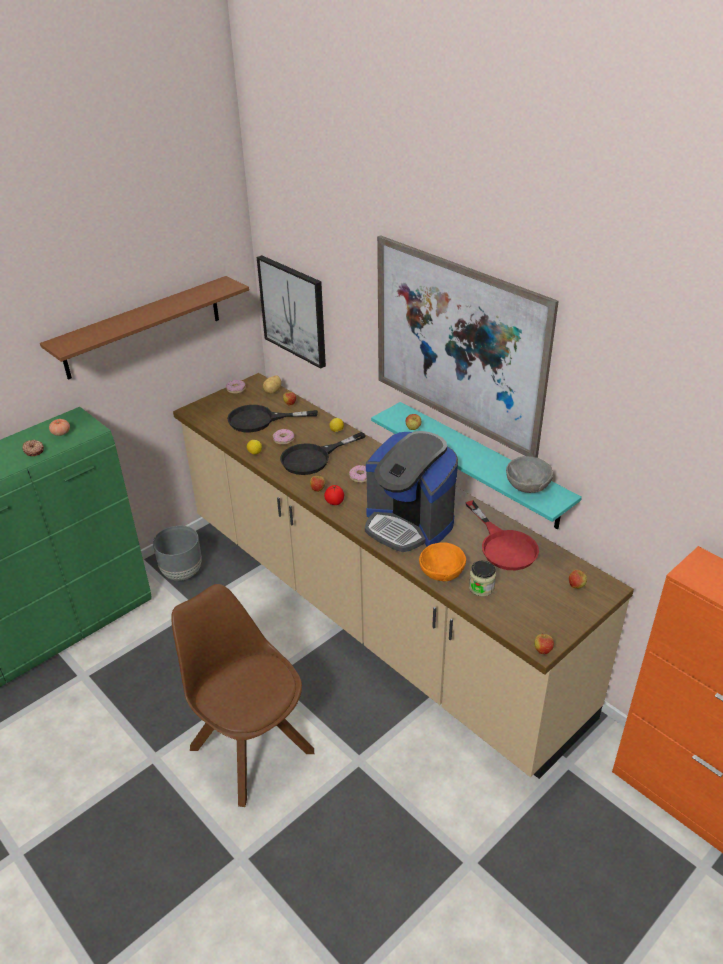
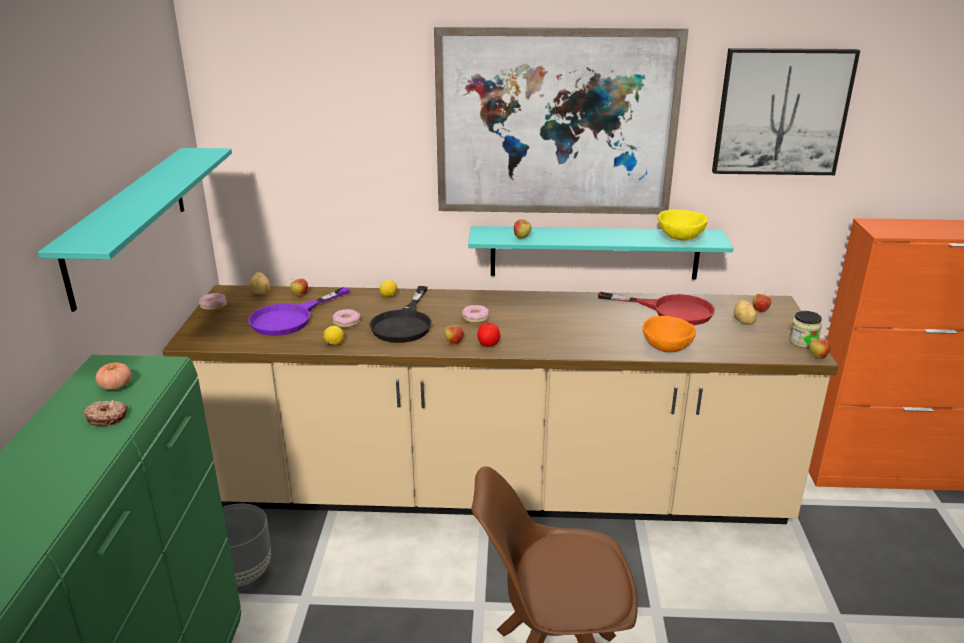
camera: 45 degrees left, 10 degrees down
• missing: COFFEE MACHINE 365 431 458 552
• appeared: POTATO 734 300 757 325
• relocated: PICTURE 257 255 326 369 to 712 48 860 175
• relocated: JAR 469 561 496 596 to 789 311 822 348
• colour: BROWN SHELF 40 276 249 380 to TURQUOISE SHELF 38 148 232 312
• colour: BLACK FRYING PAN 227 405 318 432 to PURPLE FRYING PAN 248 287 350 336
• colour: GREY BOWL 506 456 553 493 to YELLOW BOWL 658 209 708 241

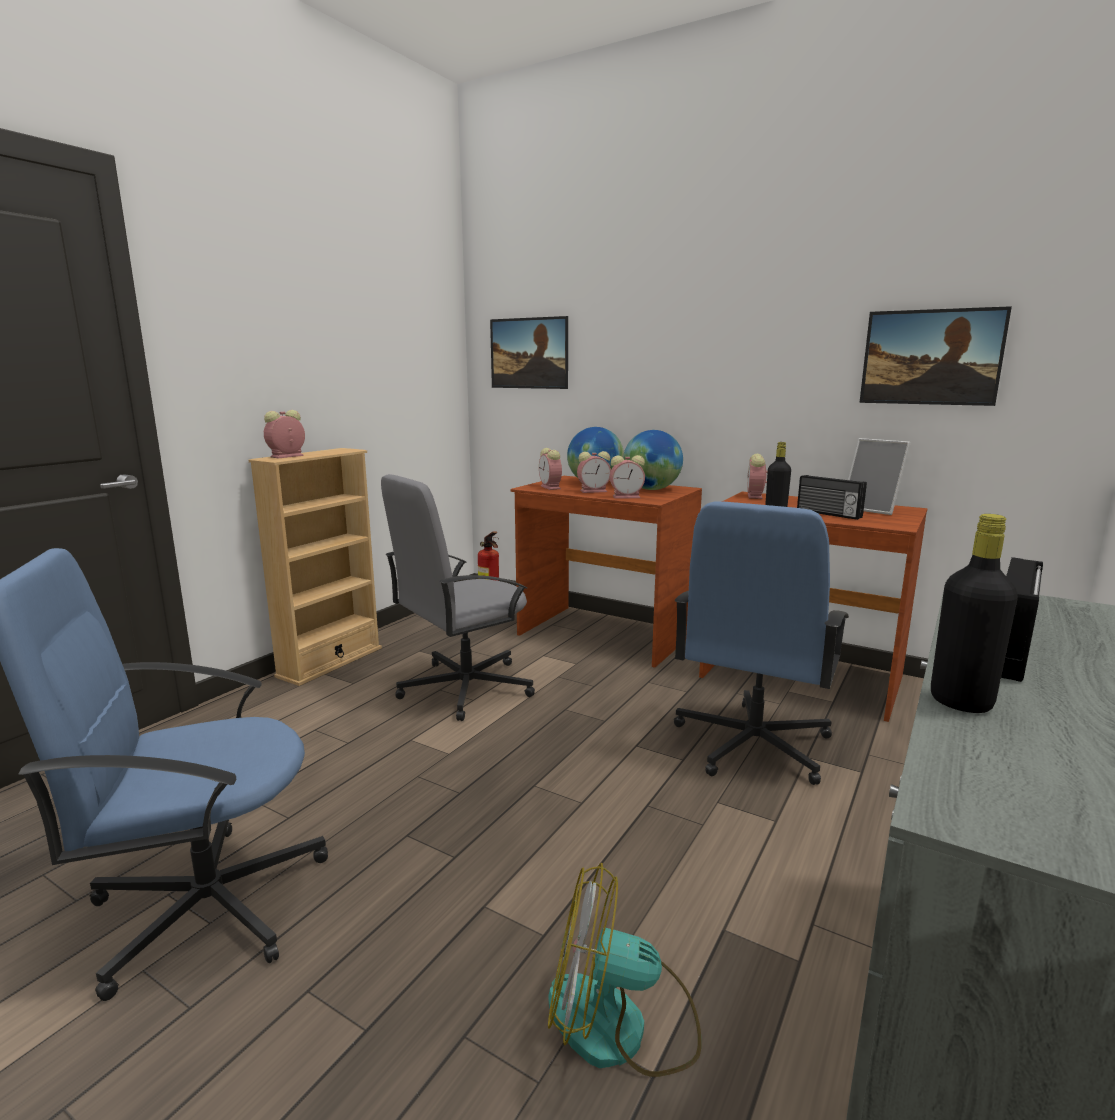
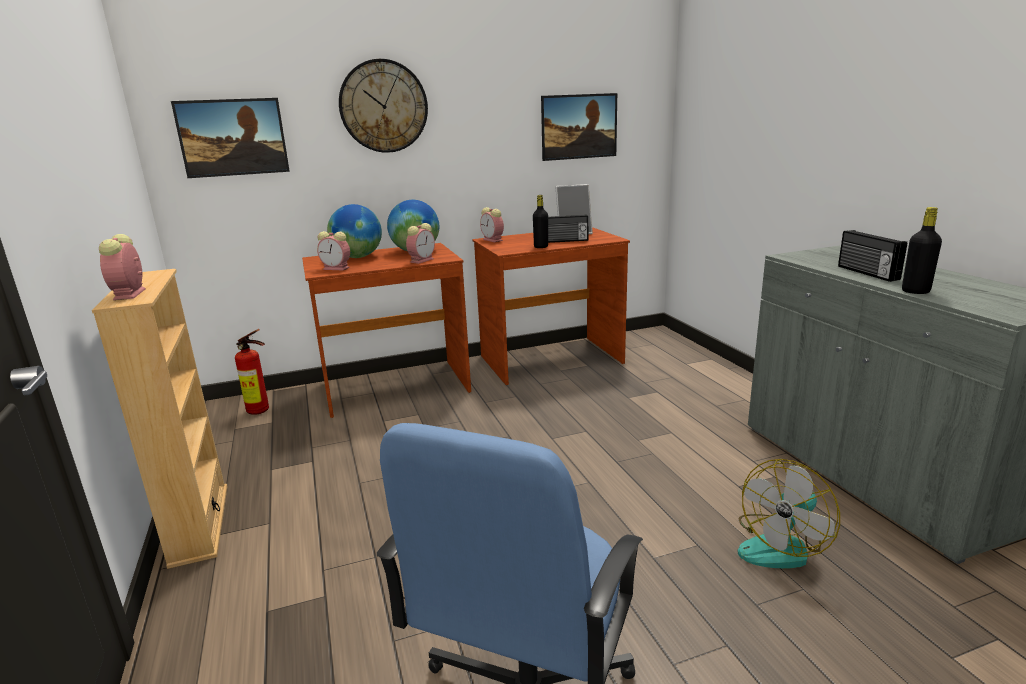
camera: 50 degrees left, 5 degrees up
• missing: GREY OFFICE CHAIR 381 474 535 721
• missing: ALARM CLOCK 577 451 611 493
• missing: BLUE OFFICE CHAIR 674 501 849 785
• appeared: WALL CLOCK 339 59 428 153

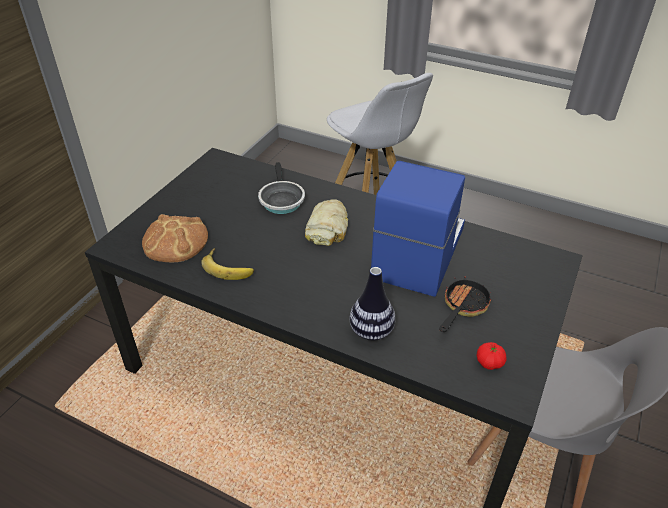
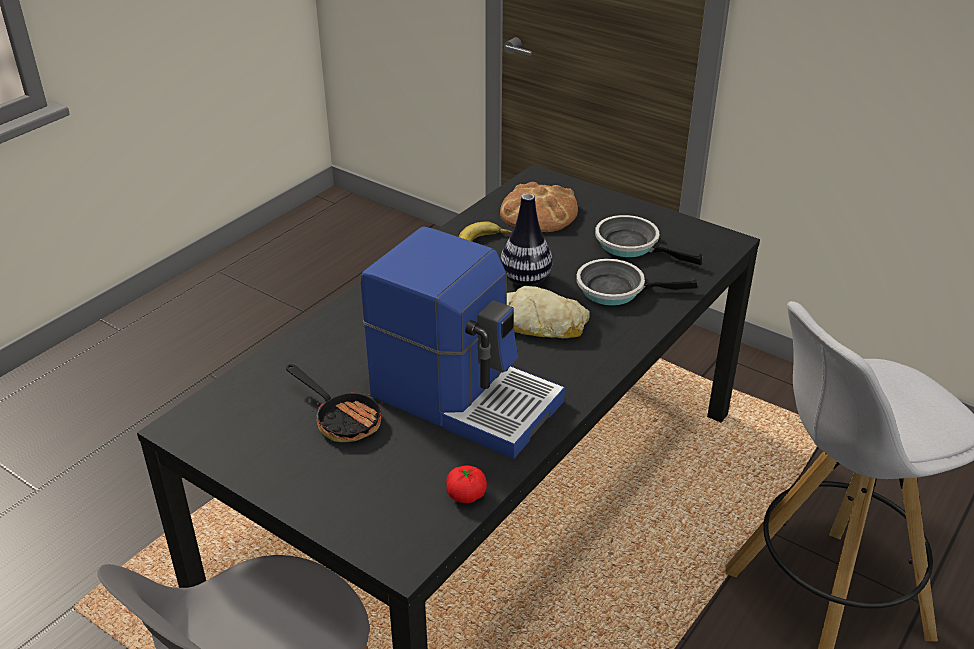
camera: 100 degrees right, 5 degrees down
• appeared: FRYING PAN 595 215 702 265
• relocated: VASE 350 267 395 341 to 500 193 553 286
• relocated: TOMATO 477 342 506 370 to 446 465 487 503

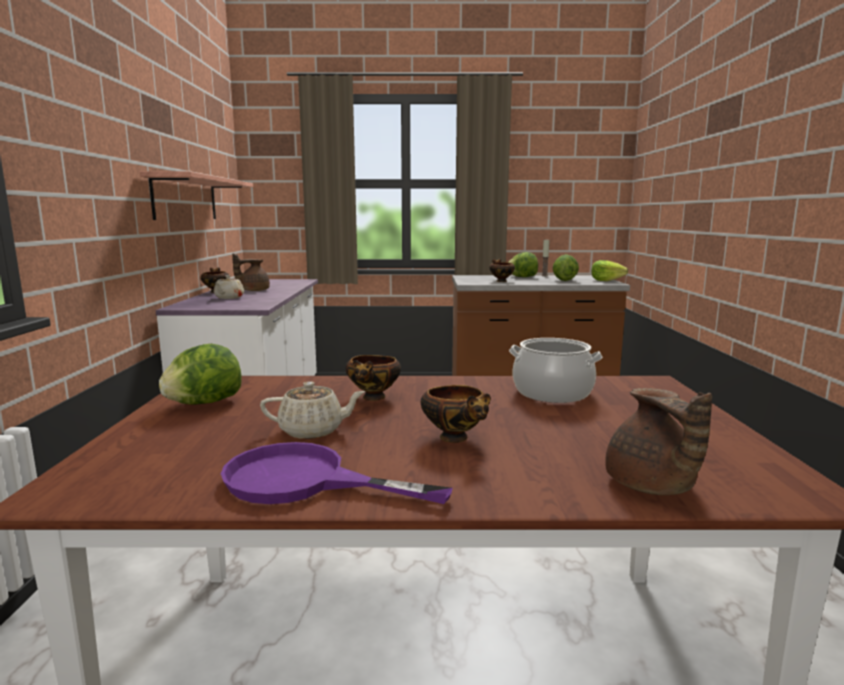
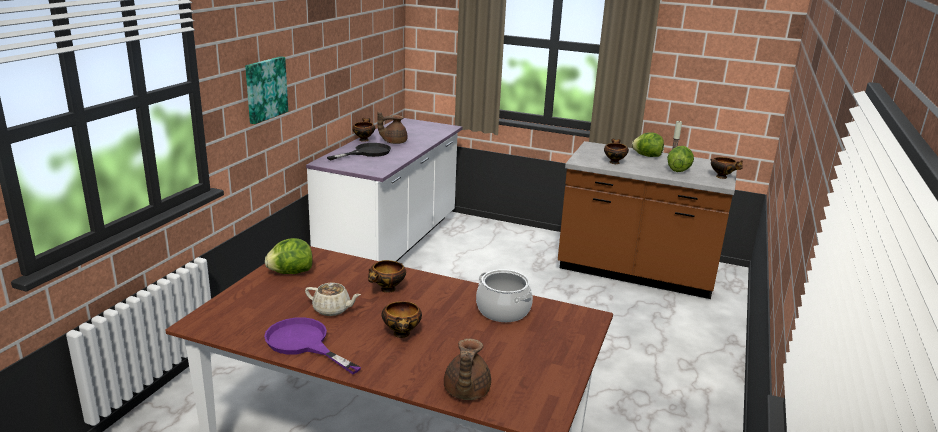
camera: 20 degrees right, 10 degrees up
• missing: SHELF 140 171 253 220
• appeared: PICTURE 245 56 288 124
• exchanged: BEIGE TEAPOT 214 275 244 299 to BLACK FRYING PAN 327 143 391 160
• exchanged: LETTUCE 591 260 628 281 to BOWL 710 157 743 179

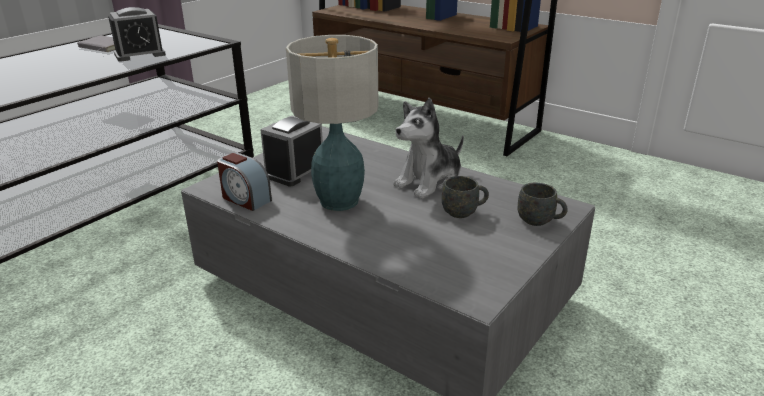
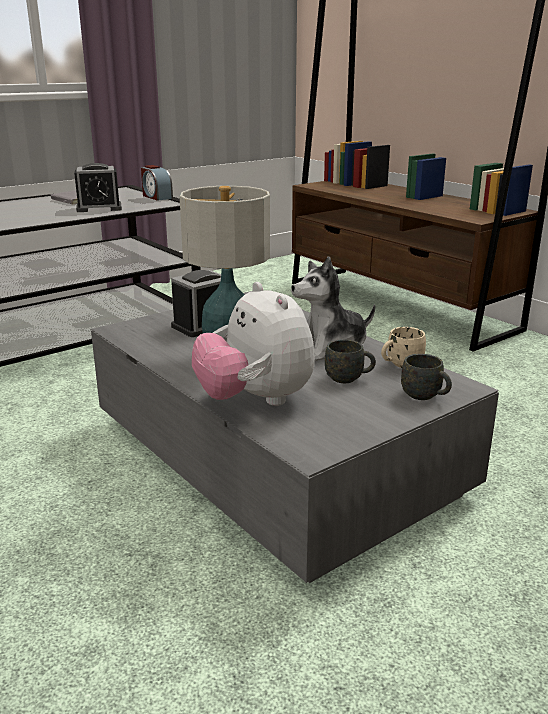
camera: 15 degrees right, 5 degrees down
• appeared: PLUSH TOY 192 282 315 406
• appeared: BEIGE MUG 381 327 426 368
• relocated: ALARM CLOCK 217 153 272 211 to 141 165 173 201

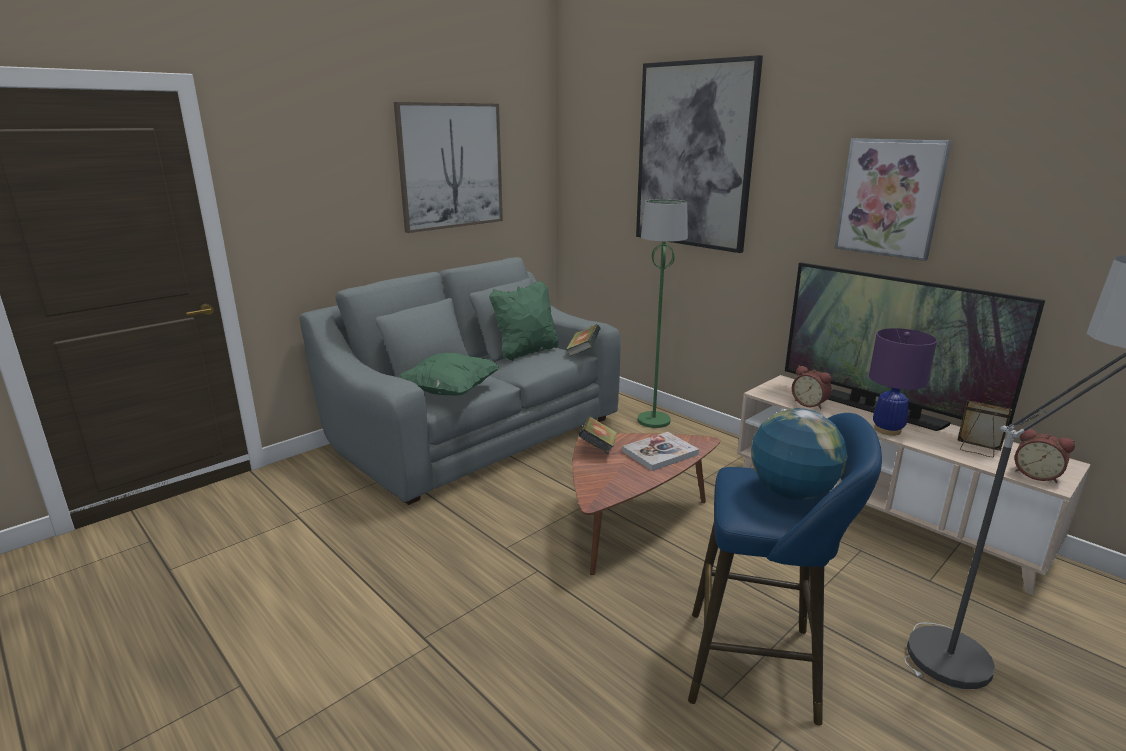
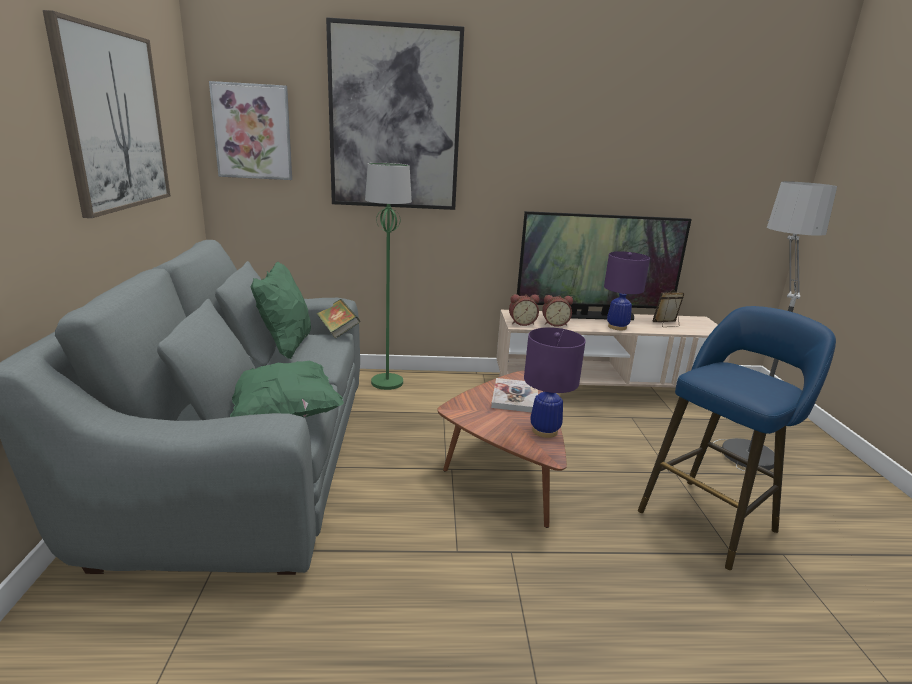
camera: 50 degrees left, 0 degrees up
• missing: BOOK 578 416 617 454
• missing: GLOBE 751 408 847 500
• appeared: PURPLE TABLE LAMP 524 327 586 438
• relocated: PICTURE 835 138 952 261 to 209 81 292 180
• relocated: ALARM CLOCK 1015 429 1075 483 to 509 294 539 326

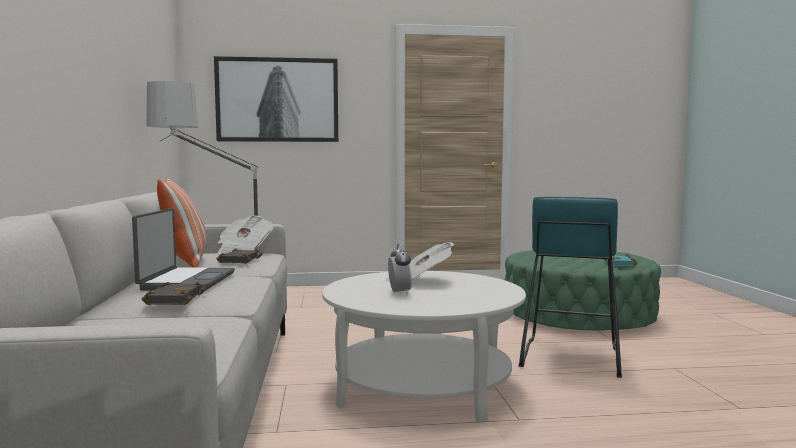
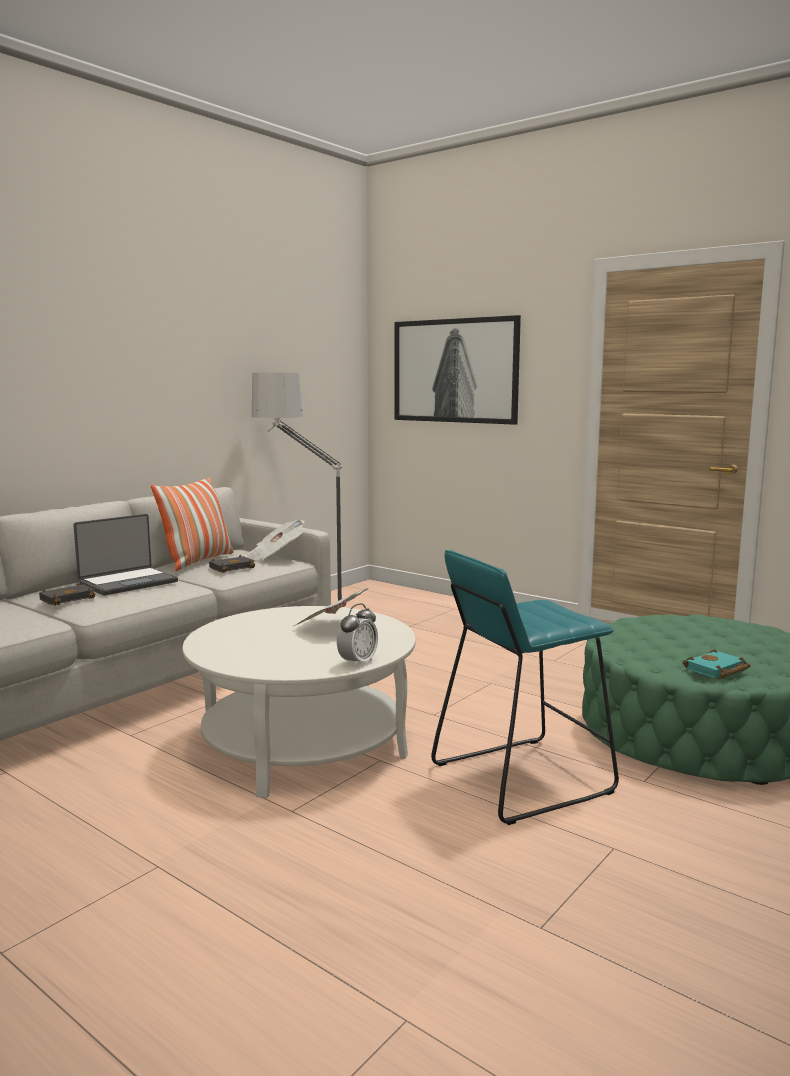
camera: 45 degrees right, 5 degrees up
• relocated: ALARM CLOCK 388 244 412 295 to 337 603 378 668

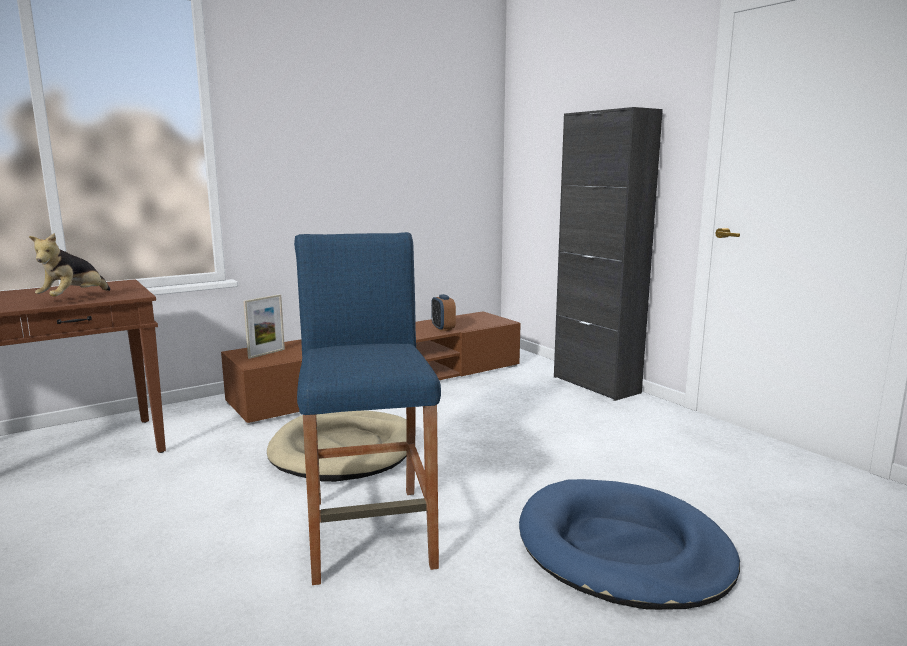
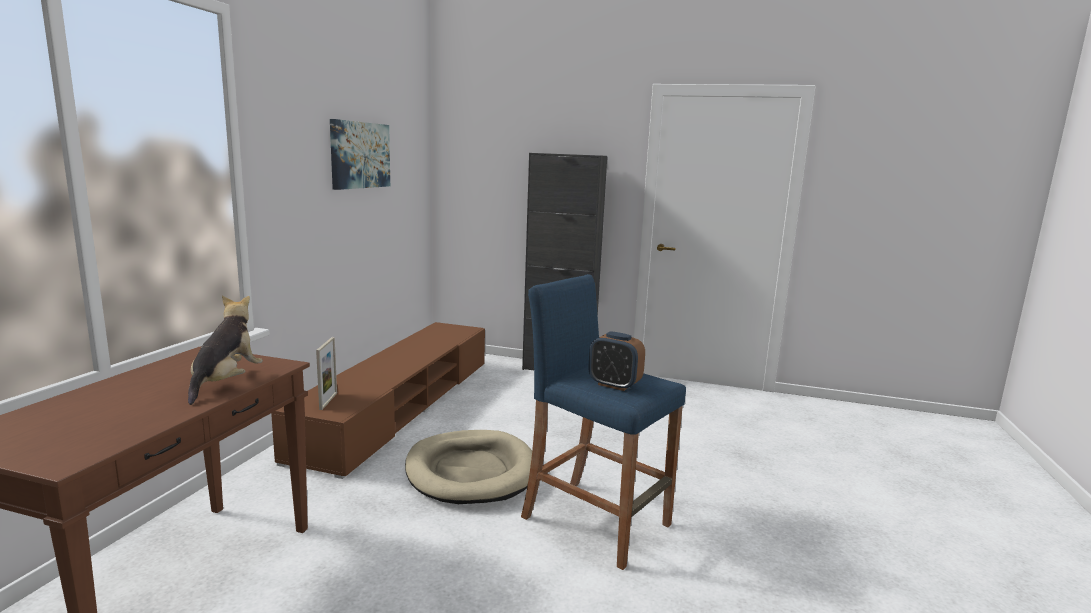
camera: 40 degrees left, 0 degrees up
• missing: BLUE DOG BED 519 479 740 610
• appeared: PICTURE 330 119 390 190
• relocated: ALARM CLOCK 431 294 456 331 to 588 331 645 391
• spun: PLUSH TOY 29 233 110 297 = 188 295 263 405 150 degrees counterclockwise

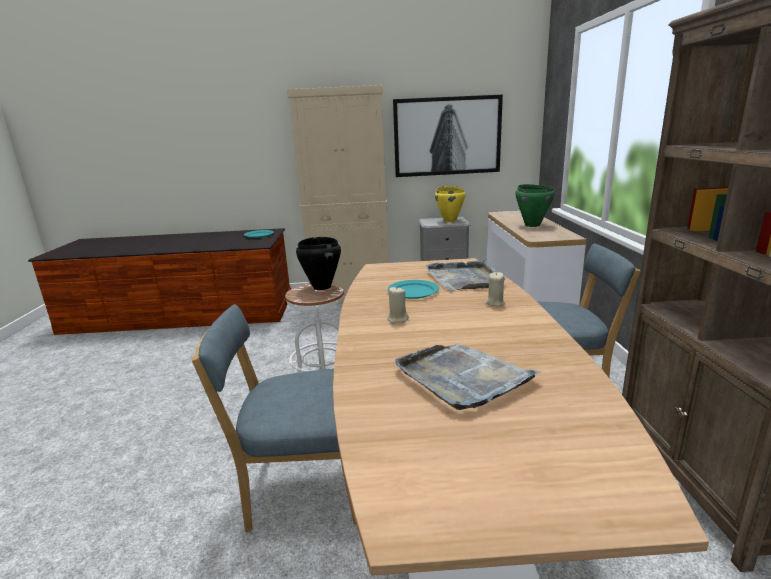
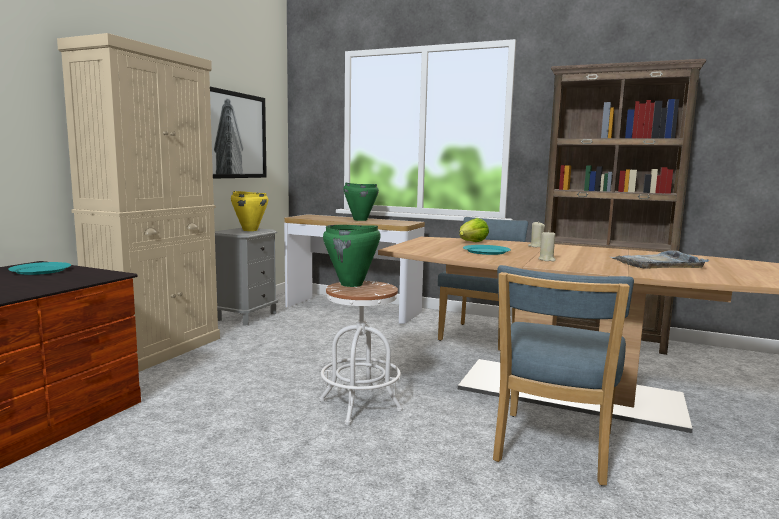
camera: 65 degrees left, 10 degrees down
• exchanged: GREY TRAY 426 260 505 290 to LETTUCE 459 218 489 242
• colour: BLACK COOKING POT 296 237 341 290 to GREEN COOKING POT 323 225 381 287

